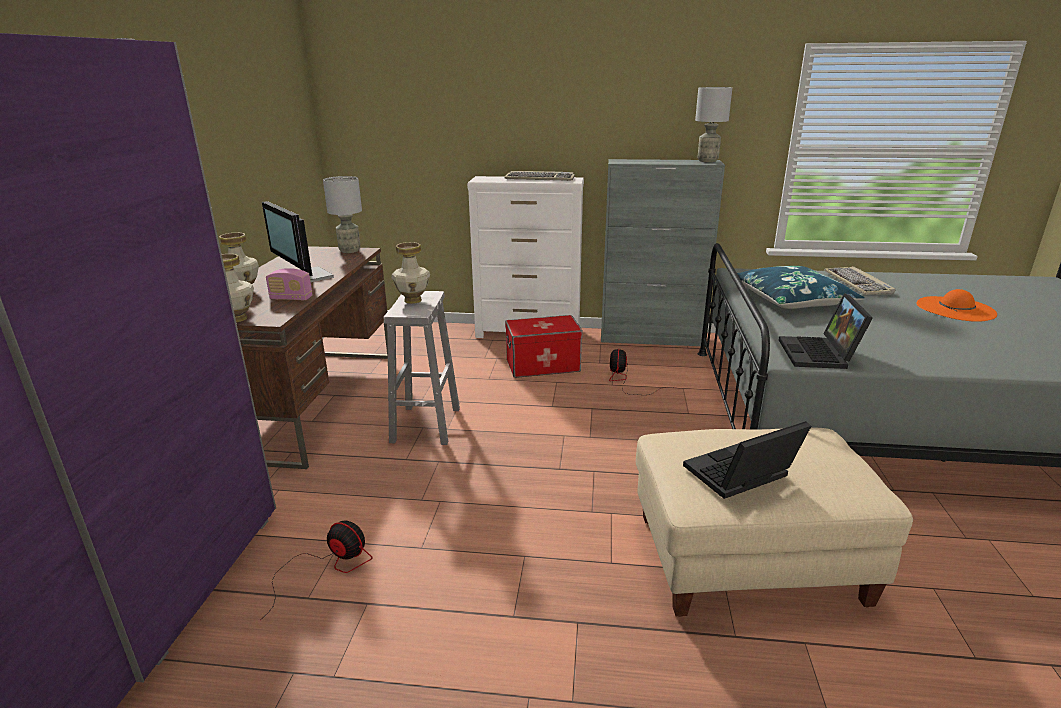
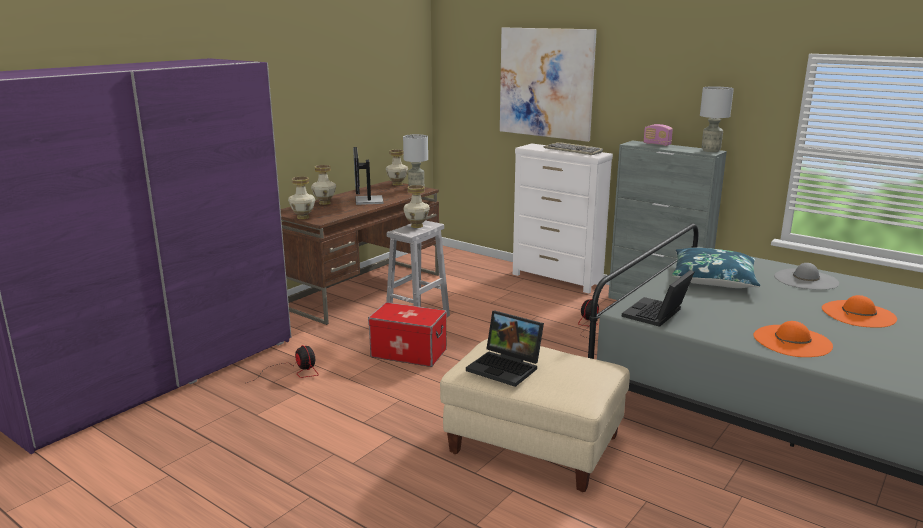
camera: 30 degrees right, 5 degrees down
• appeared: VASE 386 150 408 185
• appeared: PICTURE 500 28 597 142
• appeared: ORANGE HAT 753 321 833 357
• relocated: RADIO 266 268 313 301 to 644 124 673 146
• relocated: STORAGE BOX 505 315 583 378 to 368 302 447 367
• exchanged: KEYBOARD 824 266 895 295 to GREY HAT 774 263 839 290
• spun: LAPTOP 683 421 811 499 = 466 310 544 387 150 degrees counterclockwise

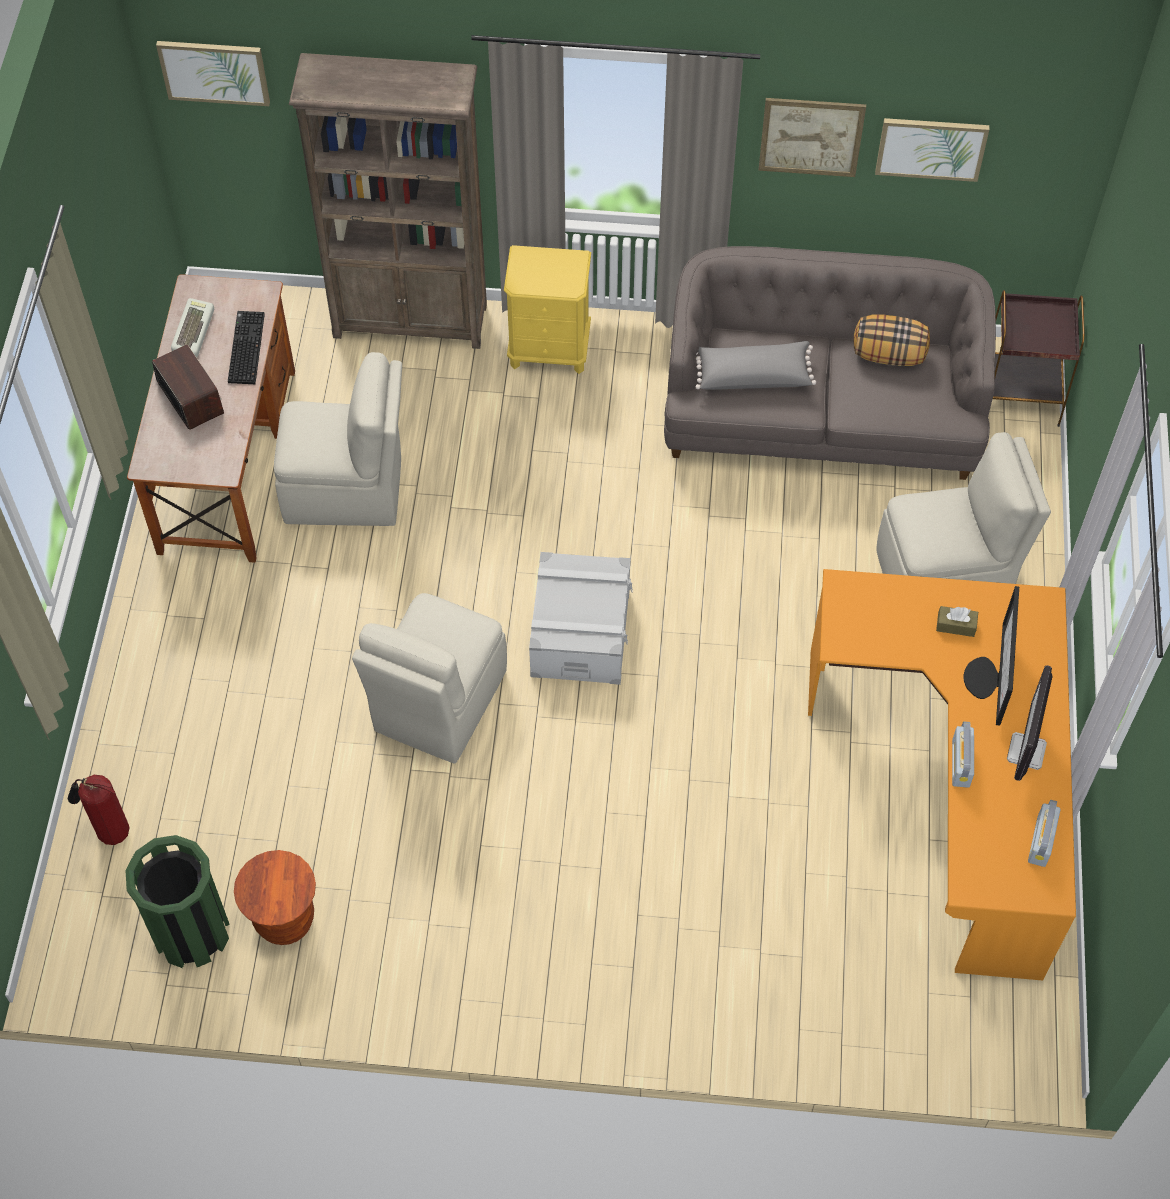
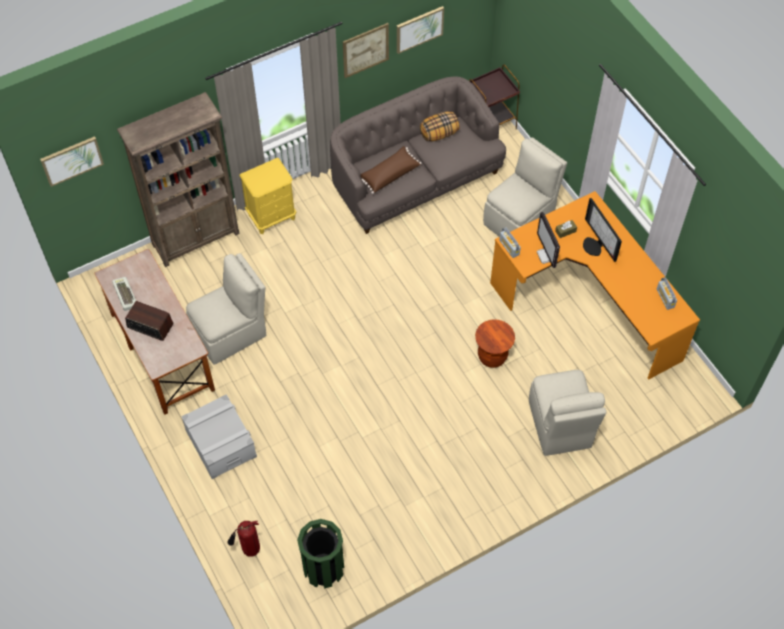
camera: 35 degrees left, 0 degrees up
• missing: KEYBOARD 228 311 265 384
• relocated: BROWN STOOL 234 850 316 945 to 475 319 515 368
• relocated: BEIGE CHAIR 352 593 507 763 to 529 370 606 456
• relocated: GREY STORAGE BOX 529 552 633 685 to 181 394 257 479
• relocated: RADIO 952 721 974 788 to 499 227 521 258
• relocated: MONITOR 1007 665 1053 781 to 537 212 560 268
• colour: GREY PILLOW 695 341 816 390 to BROWN PILLOW 361 146 421 194

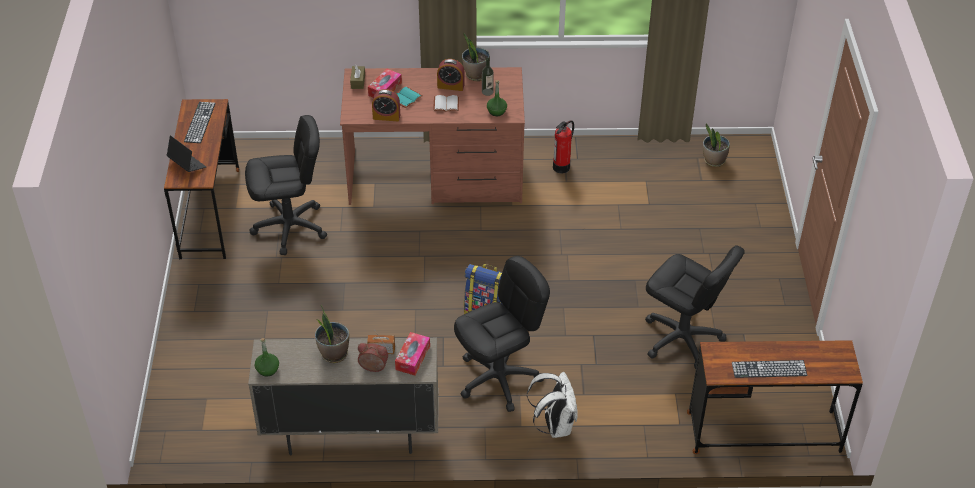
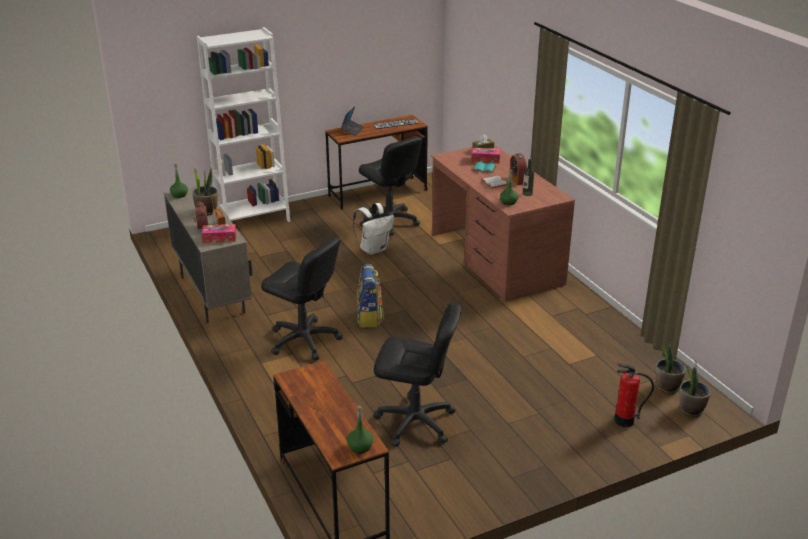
camera: 65 degrees right, 15 degrees down
• missing: ALARM CLOCK 372 89 400 121
• missing: KEYBOARD 732 360 807 378
• appeared: WHITE BOOKCASE 197 27 290 222
• appeared: GREEN BOTTLE 347 405 374 453
• relocated: POTTED PLANT 462 32 490 81 to 679 361 711 417
• relocated: WHITE BACKPACK 527 372 578 438 to 353 203 394 255
• relocated: FIRE EXTINGUISHER 553 120 574 174 to 614 363 654 427
• spun: BLACK OFFICE CHAIR 645 245 745 369 = 373 303 461 447 90 degrees counterclockwise

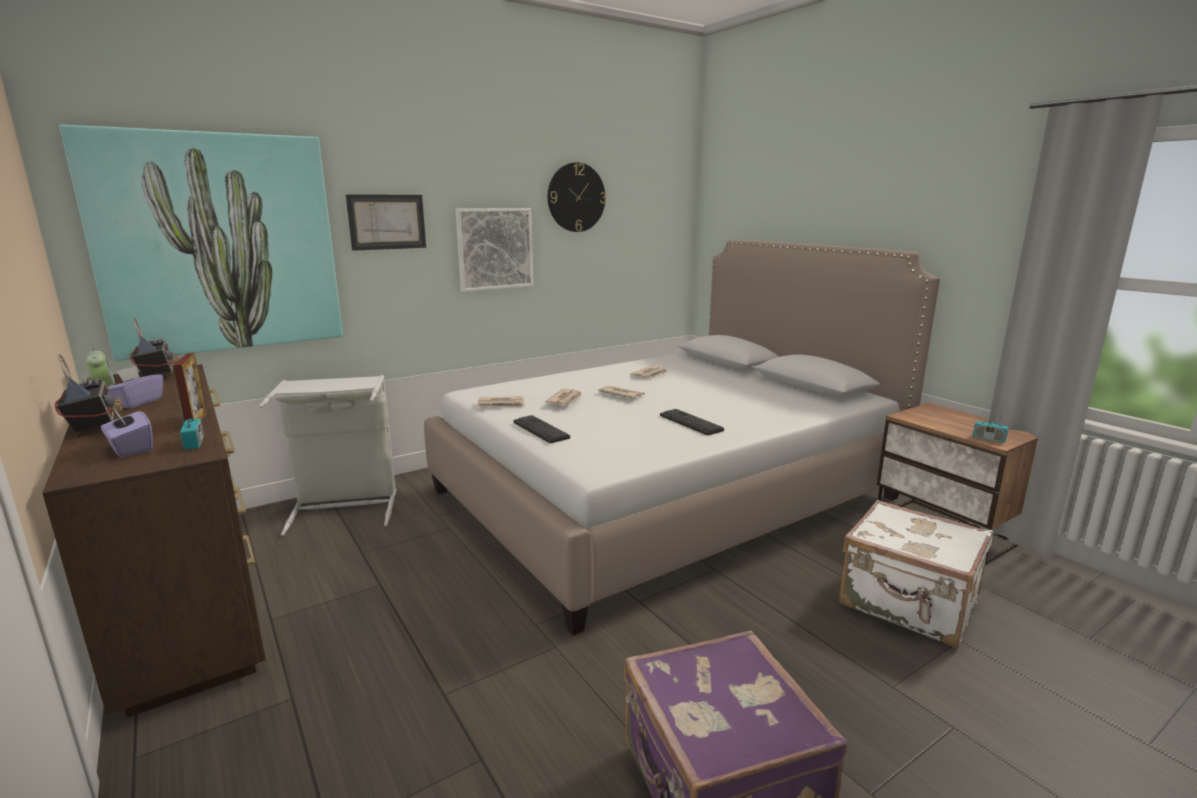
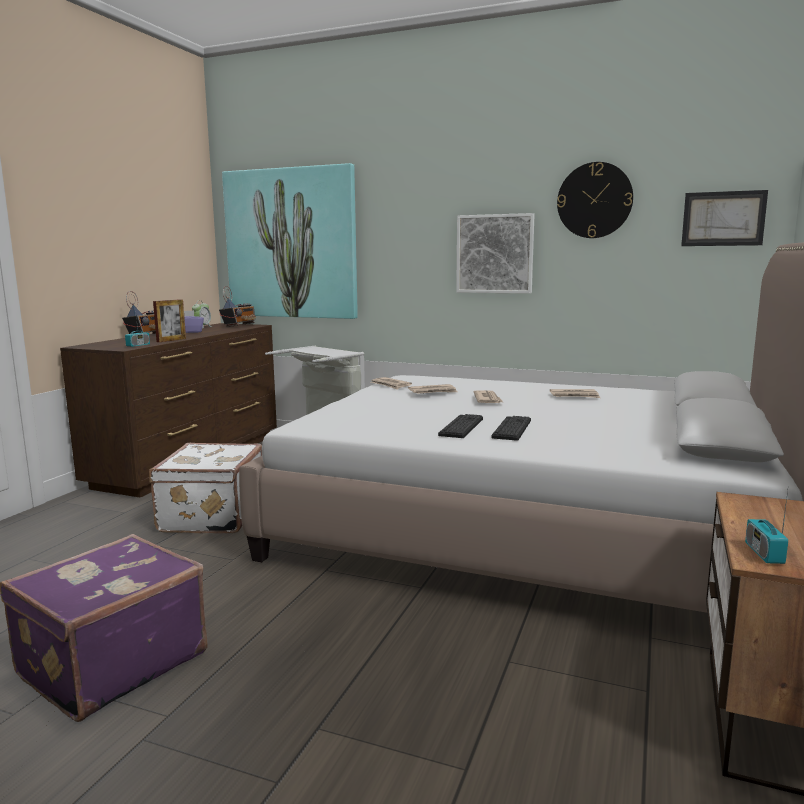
camera: 55 degrees right, 5 degrees down
• missing: PURPLE TISSUE BOX 101 408 153 457
• relocated: PICTURE 346 194 426 251 to 681 190 768 246
• relocated: KEYBOARD 513 415 570 443 to 492 416 531 441
• relocated: WHITE SUITCASE 839 500 993 648 to 149 443 262 534

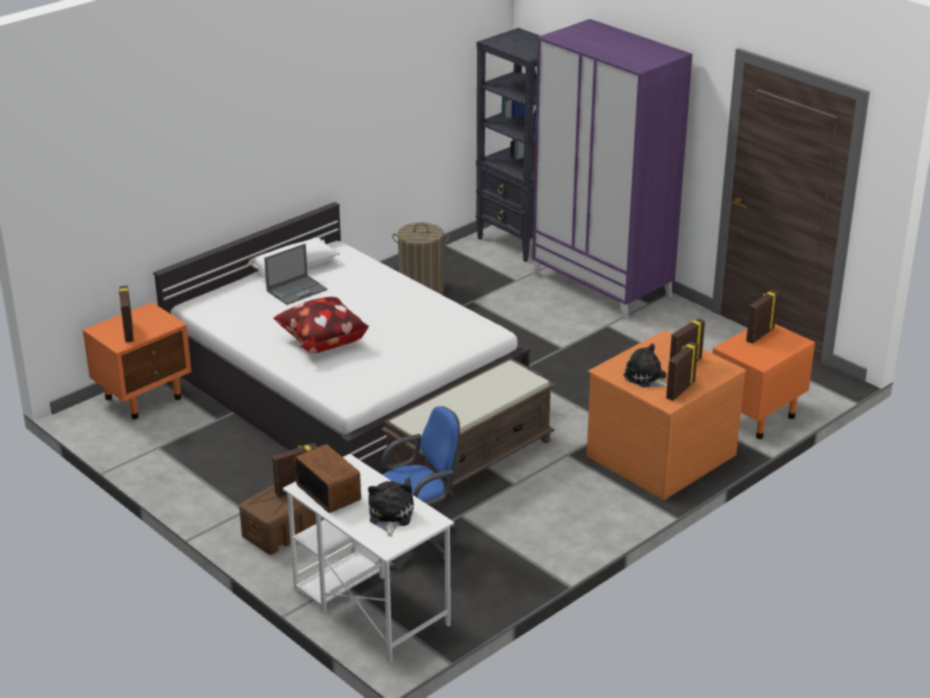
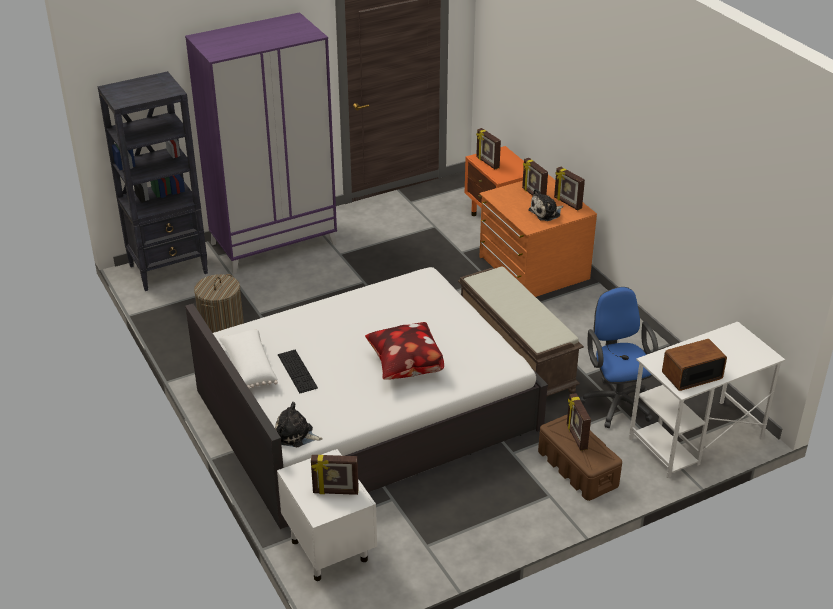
camera: 75 degrees left, 5 degrees up
• relocated: PLUSH TOY 368 481 414 537 to 275 402 323 447
• exchanged: LAPTOP 264 244 327 305 to KEYBOARD 278 350 318 393
• colour: ORANGE NIGHTSTAND 83 302 191 419 to WHITE NIGHTSTAND 277 449 377 581

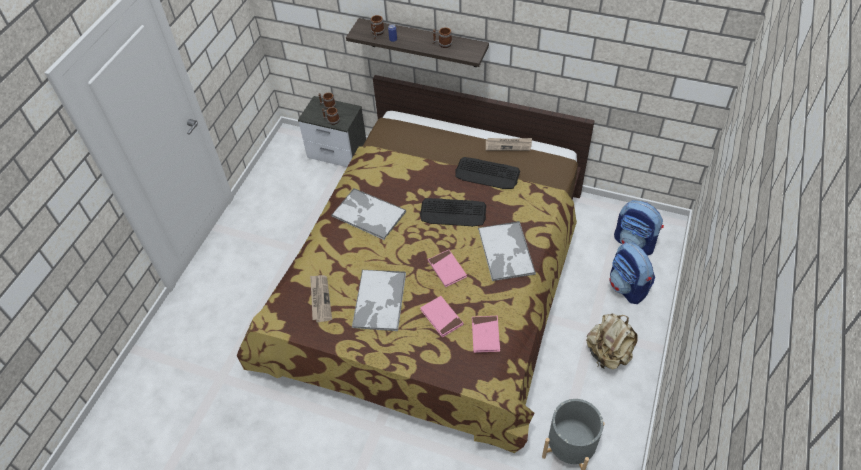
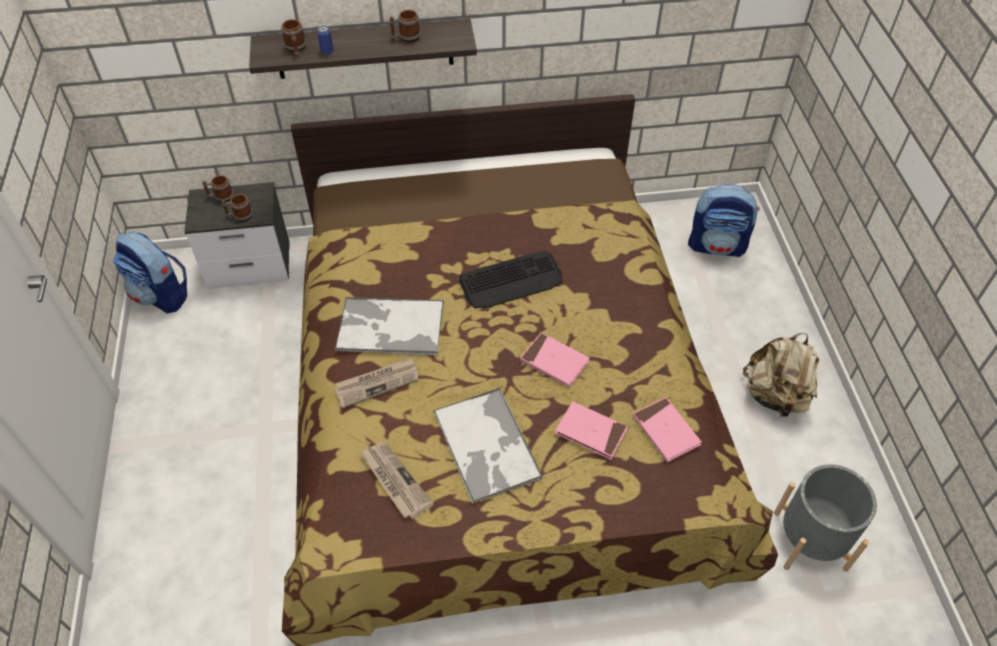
camera: 30 degrees left, 0 degrees up
• missing: KEYBOARD 456 157 520 189
• missing: TRAY 478 221 536 281
• relocated: NEWSPAPER 486 138 532 151 to 334 357 419 409
• relocated: BACKPACK 609 242 655 304 to 113 231 187 313

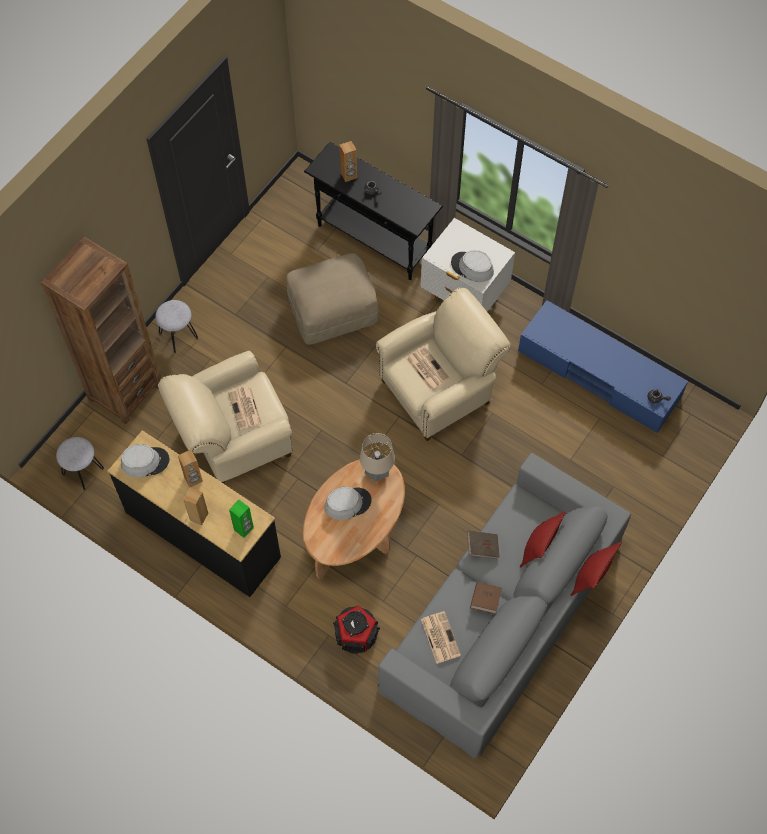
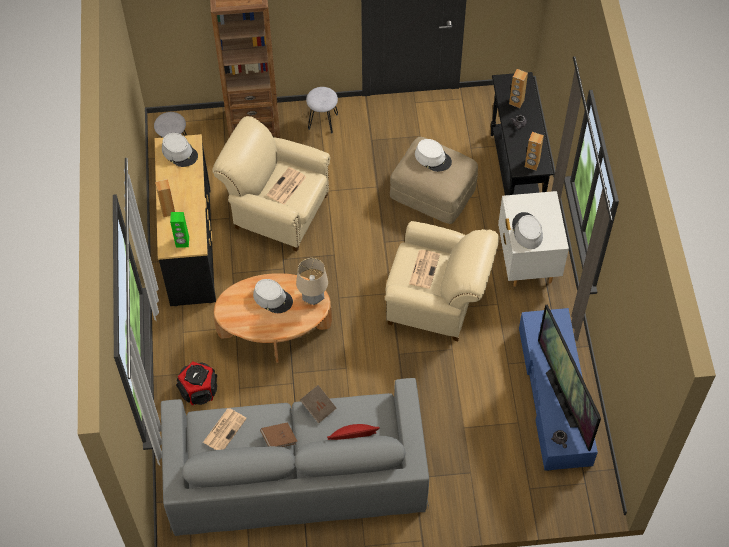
camera: 50 degrees right, 5 degrees down
• missing: RED PILLOW 570 542 622 596
• appeared: WHITE HAT 415 139 452 172
• appeared: TELEVISION 538 304 601 451
• relocated: BROWN SPEAKER 178 449 203 487 to 525 132 544 170

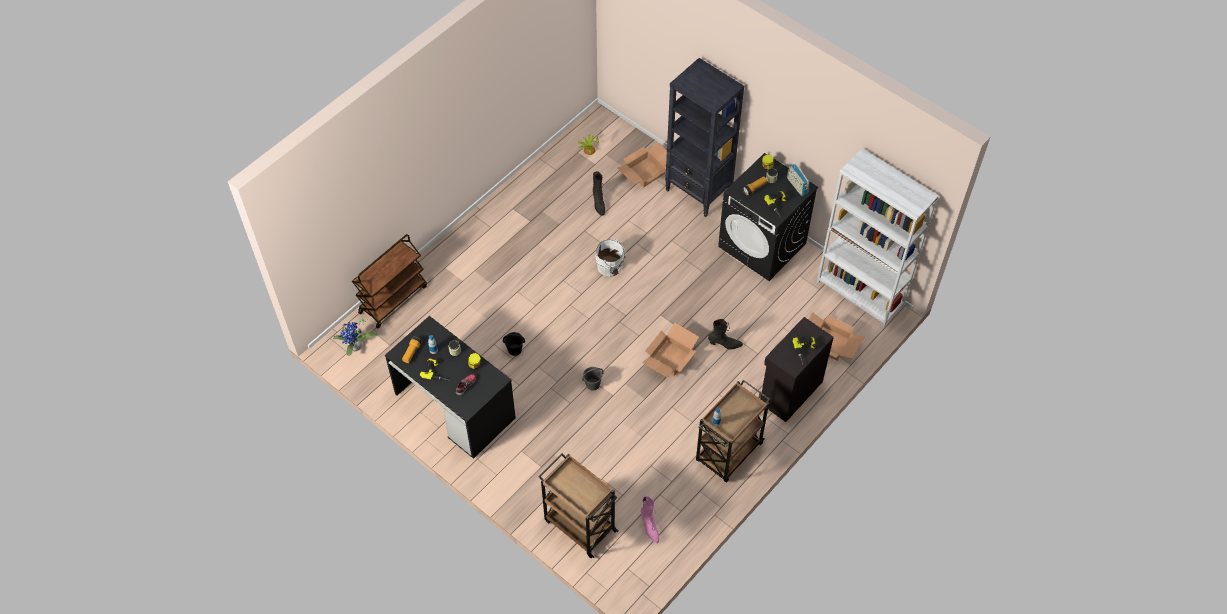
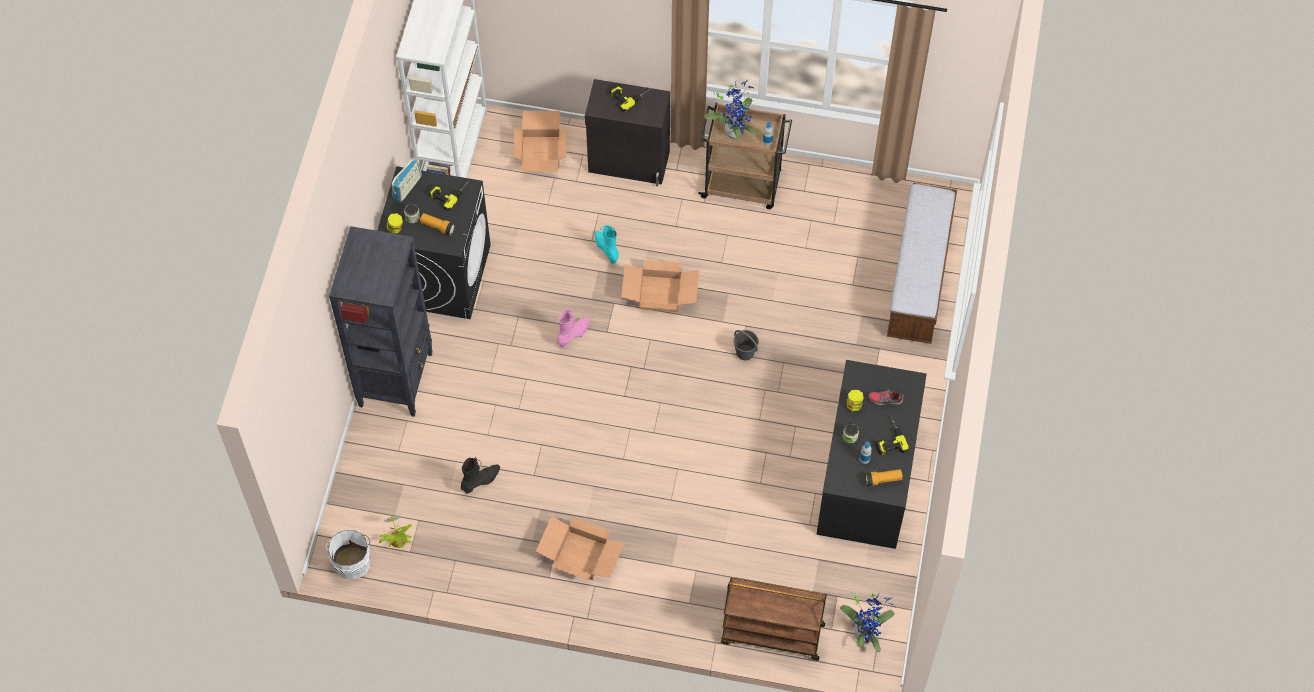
camera: 120 degrees left, 5 degrees up
• missing: BLACK BUCKET 503 332 525 356
• appeared: POTTED PLANT 704 80 758 139
• relocated: WHITE BUCKET 595 239 626 277 to 326 530 370 579
• relocated: CARDBOARD BOX 617 142 667 187 to 536 516 625 580
• relocated: PINK BOOT 641 496 659 543 to 557 309 590 348
• exchanged: BROWN CART 538 453 619 558 to BENCH 887 183 957 344
• colour: BLACK BOOT 708 319 743 349 to TURQUOISE BOOT 595 225 619 264

